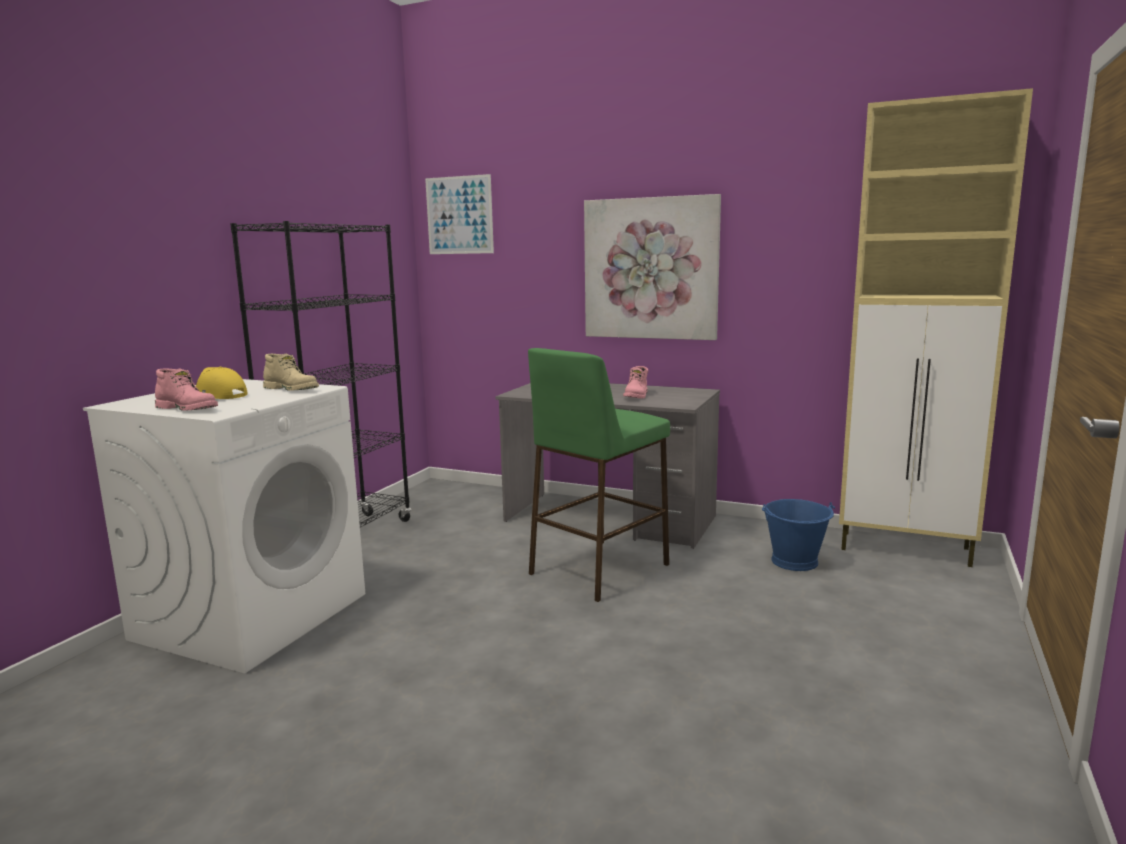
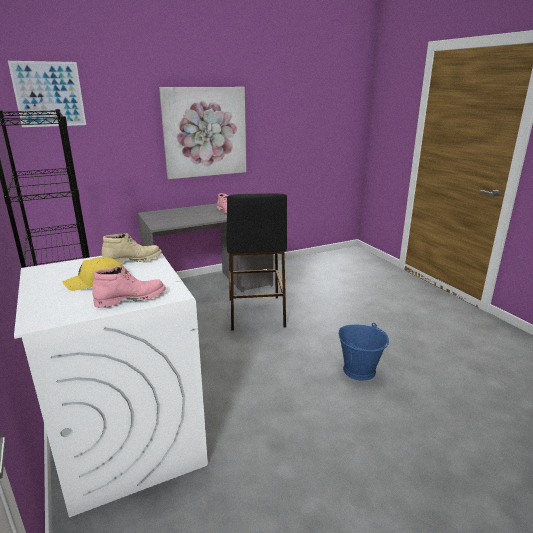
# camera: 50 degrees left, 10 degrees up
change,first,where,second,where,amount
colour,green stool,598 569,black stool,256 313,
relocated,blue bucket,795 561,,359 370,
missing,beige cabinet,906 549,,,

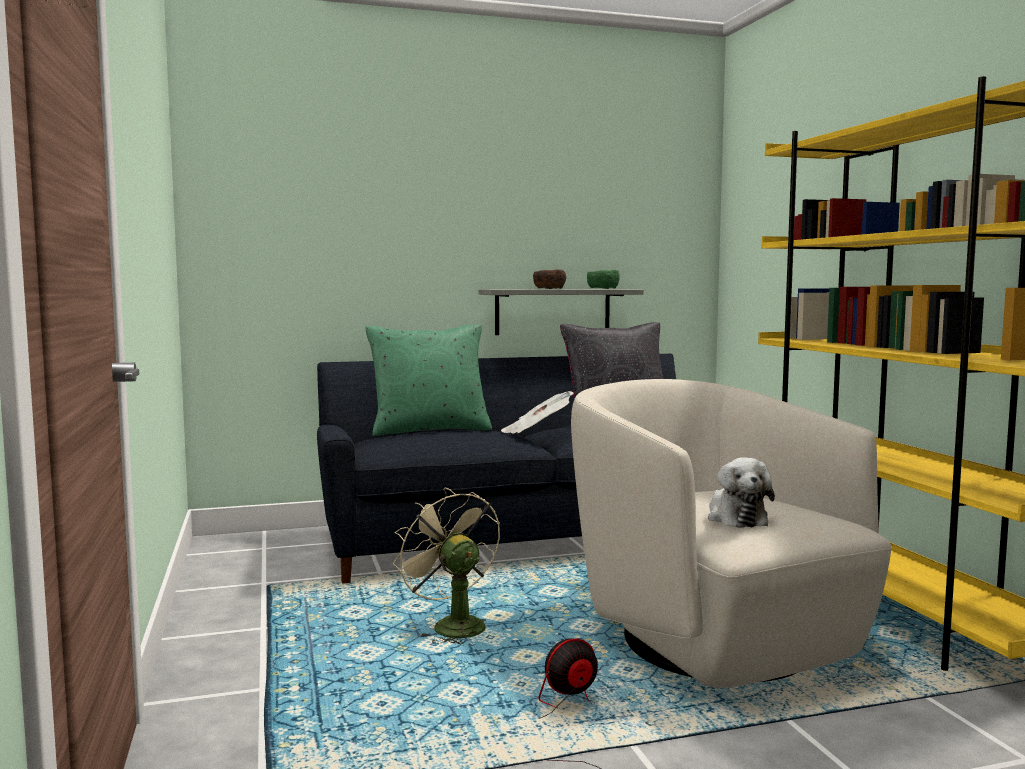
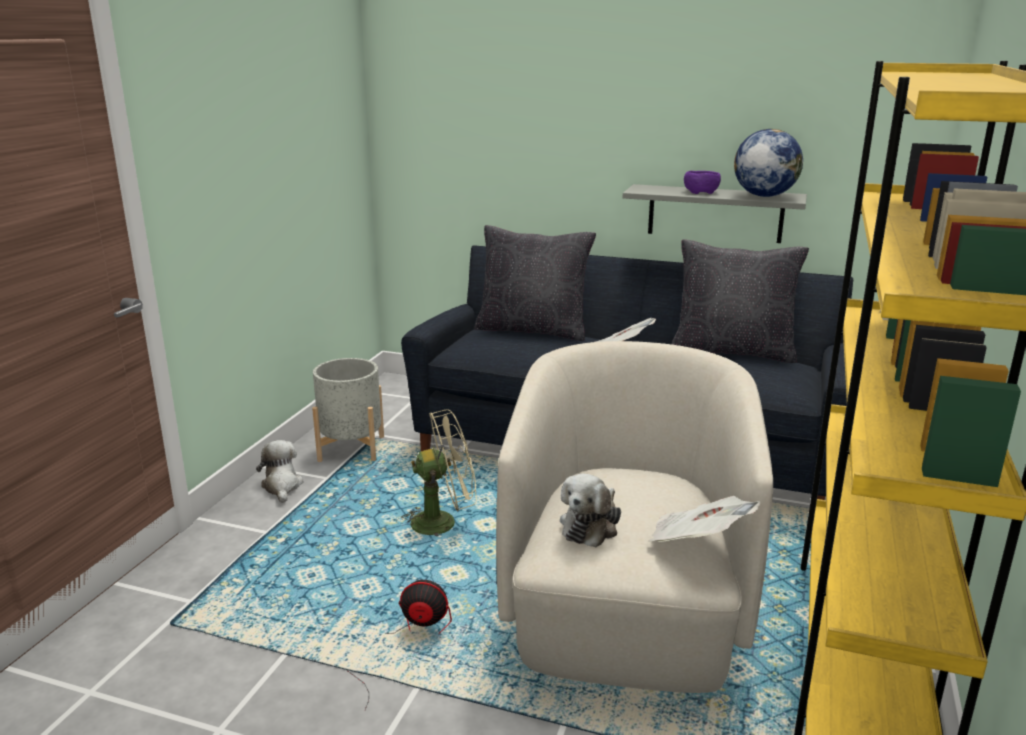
# camera: 35 degrees right, 15 degrees up
change,first,where,second,where,amount
appeared,,,plush toy,282 486,
appeared,,,grey planter,351 448,
spun,beige fan,451 625,,443 521,75 degrees clockwise
colour,green pillow,429 430,black pillow,533 330,
appeared,,,newspaper,698 542,
colour,brown bowl,548 288,purple bowl,700 191,
exchanged,green bowl,602 288,globe,764 196,

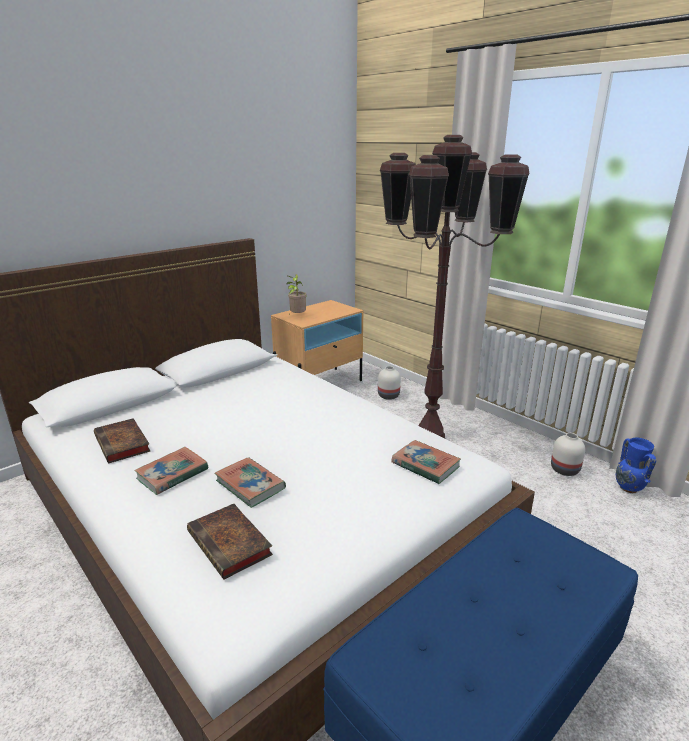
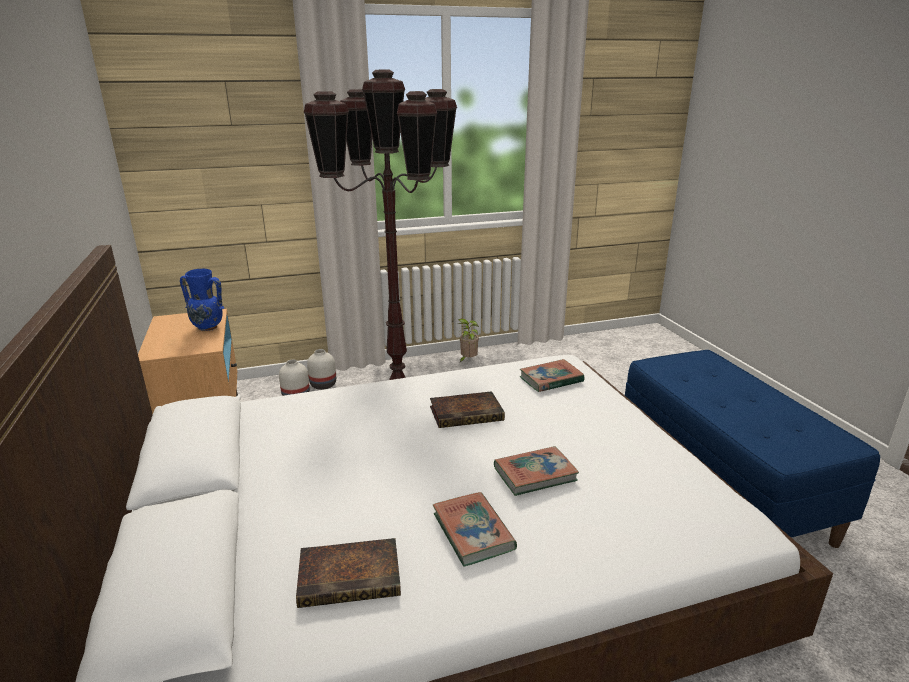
# camera: 65 degrees left, 0 degrees up
change,first,where,second,where,amount
relocated,blue vase,628 489,,208 328,
relocated,white vase,565 470,,323 385,
relocated,book,231 545,,468 413,
relocated,potted plant,297 316,,467 360,

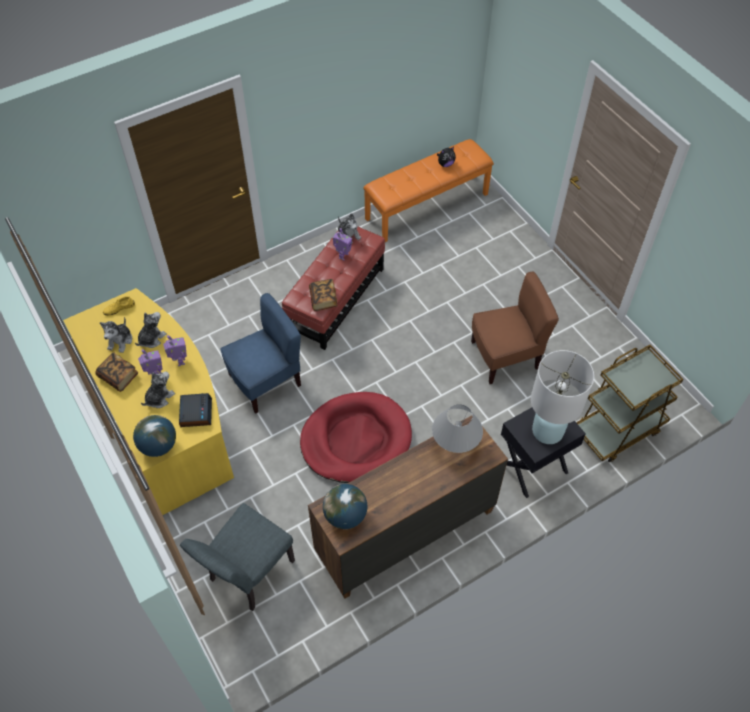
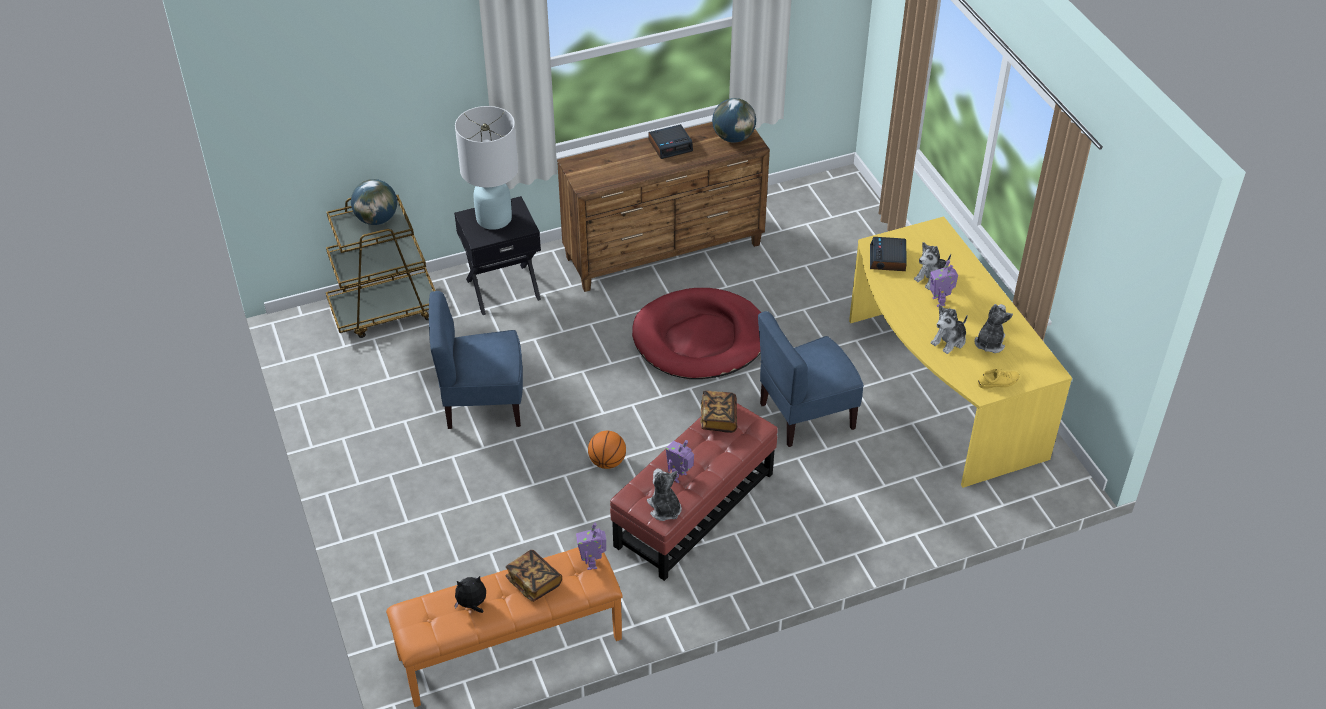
# camera: 170 degrees left, 10 degrees down
change,first,where,second,where,amount
relocated,globe,159 446,,376 219,
colour,brown chair,505 356,blue chair,482 403,
relocated,book,118 377,,534 582,
relocated,toy robot,179 361,,592 563,
appeared,,,basketball,607 462,
appeared,,,alarm clock,670 145,
missing,grey chair,247 575,,,
missing,grey table lamp,455 443,,,

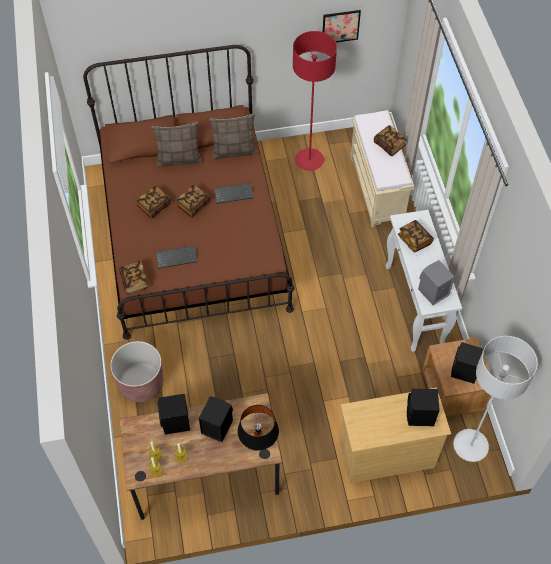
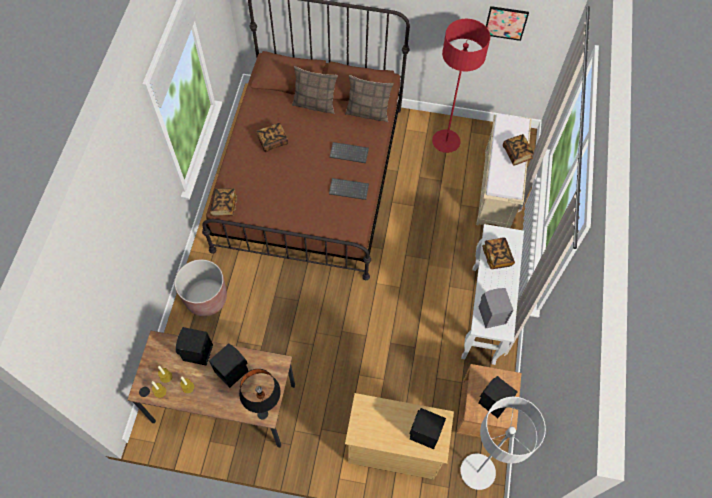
# camera: 20 degrees right, 5 degrees up
change,first,where,second,where,amount
relocated,keyboard,177 257,,349 189,
missing,book,193 205,,,

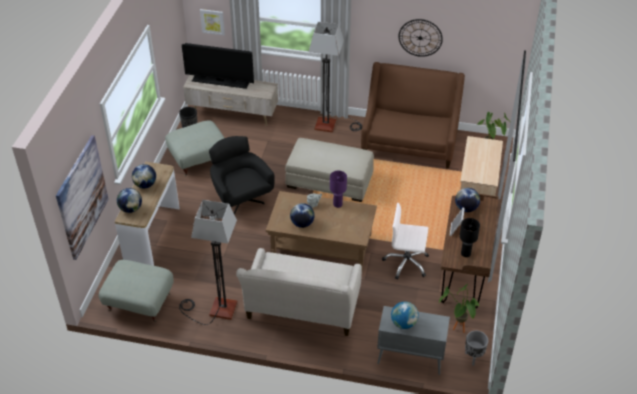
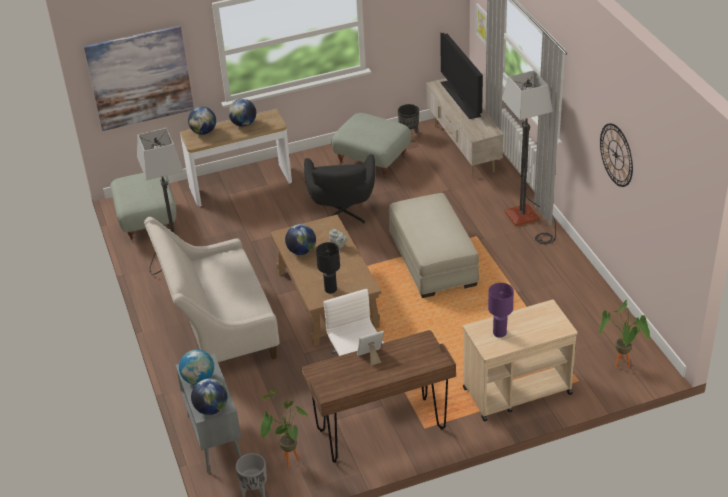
# camera: 60 degrees right, 5 degrees down
change,first,where,second,where,amount
relocated,globe,466 208,,211 409,
spun,black armchair,240 199,,342 213,150 degrees clockwise
relocated,black table lamp,465 253,,331 289,
relocated,purple table lamp,338 204,,500 333,
missing,brown sofa,409 144,,,

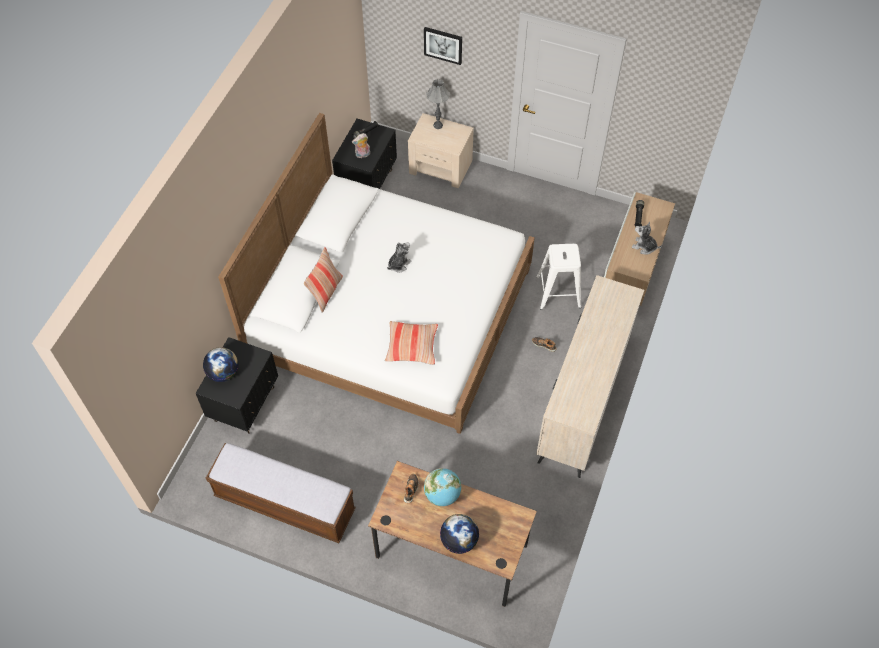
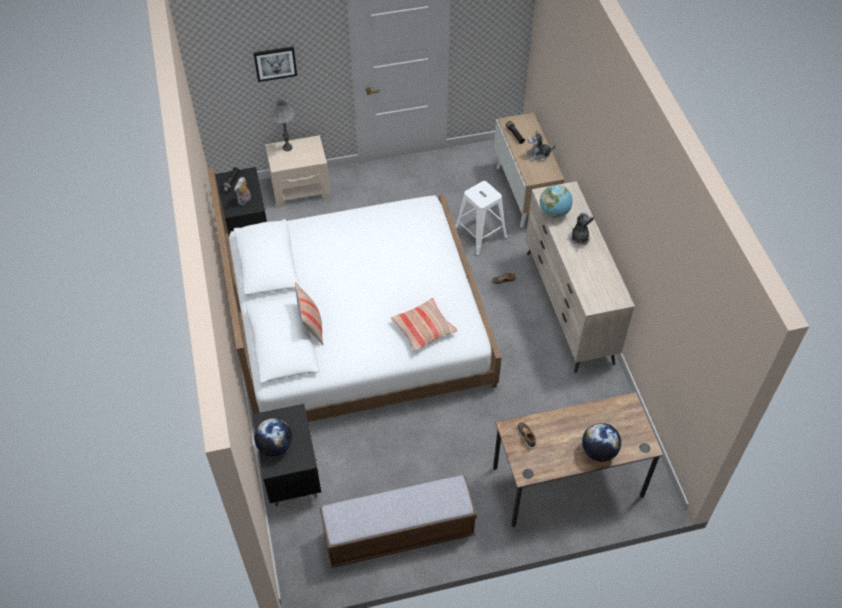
# camera: 35 degrees left, 5 degrees down
change,first,where,second,where,amount
relocated,globe,442 495,,554 212,
relocated,plush toy,398 264,,579 238,

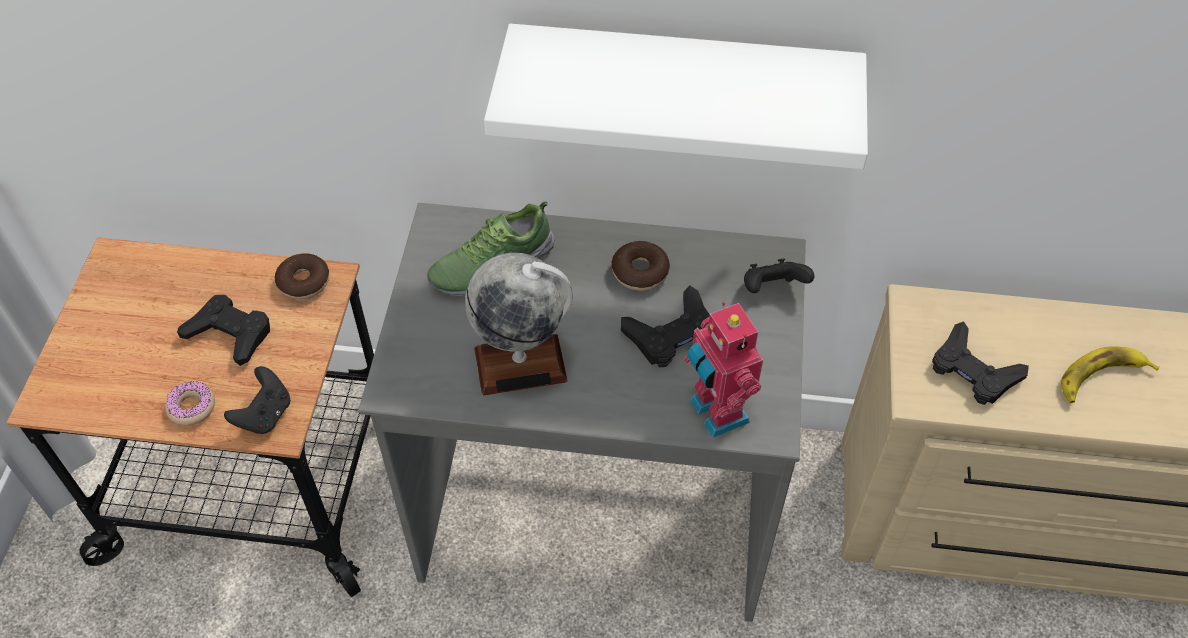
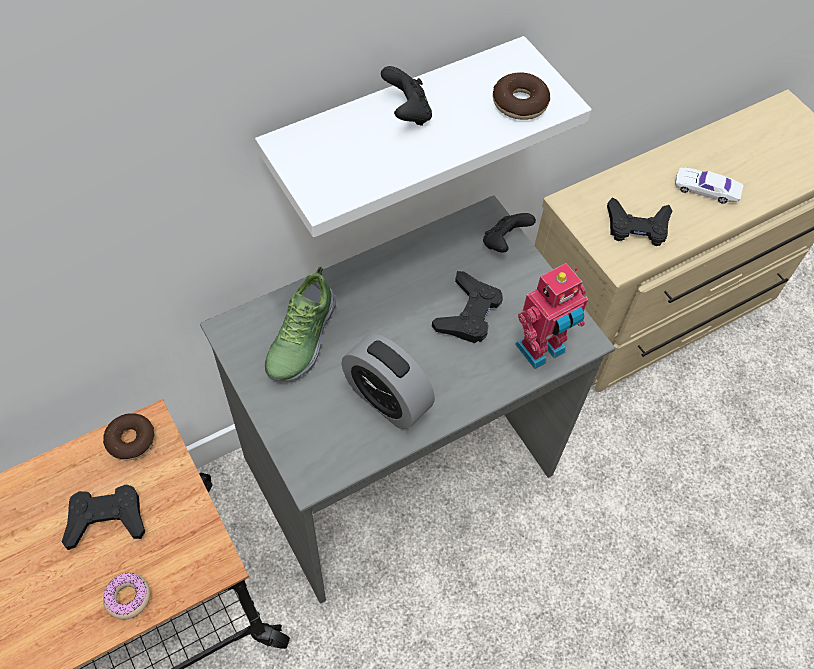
# camera: 40 degrees left, 5 degrees up
change,first,where,second,where,amount
exchanged,globe,520 364,alarm clock,387 399,
relocated,black game controller,265 415,,407 113,
relocated,donut,640 272,,519 103,
spun,toy robot,715 413,,542 350,60 degrees counterclockwise
exchanged,banana,1100 378,white toy car,706 189,

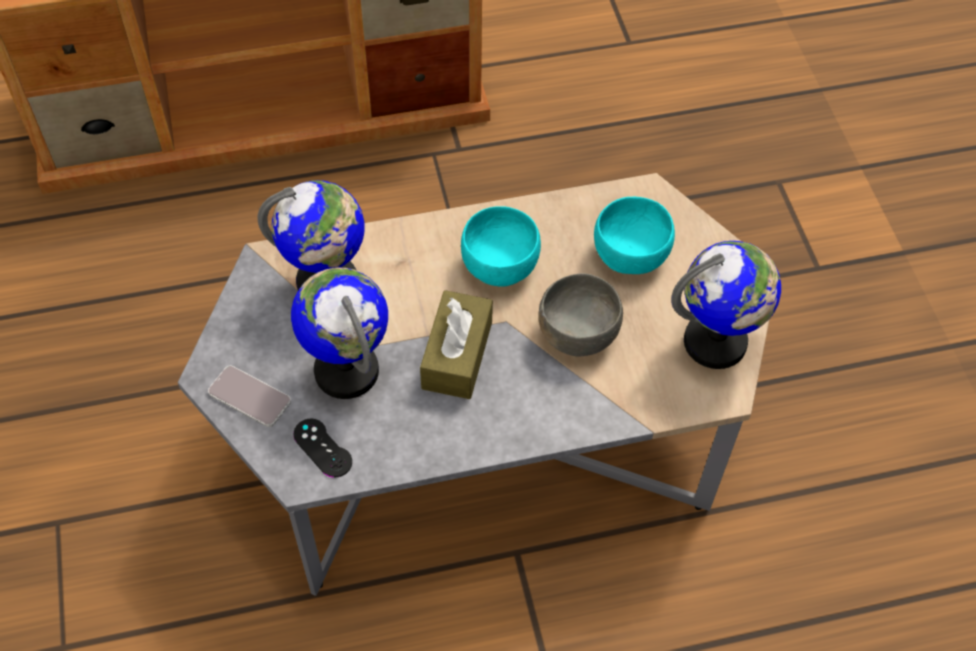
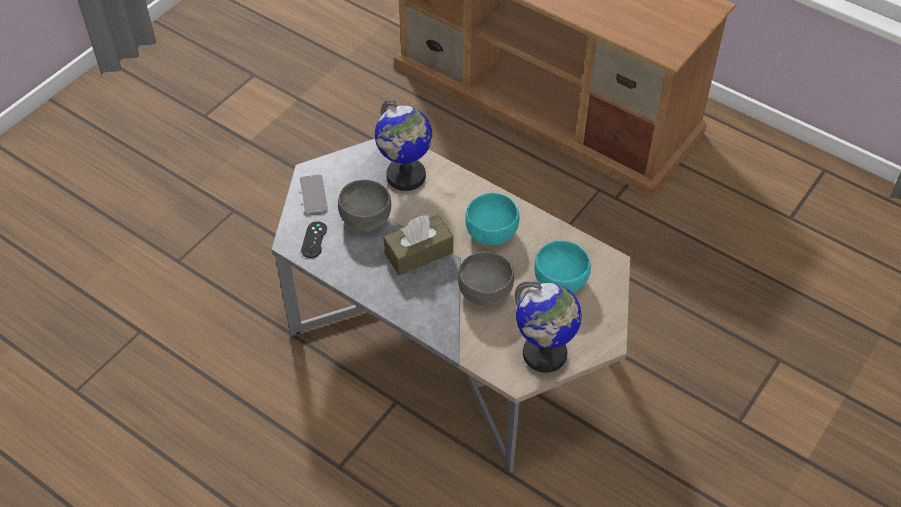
# camera: 50 degrees right, 5 degrees down
change,first,where,second,where,amount
exchanged,globe,347 370,grey bowl,365 218,

